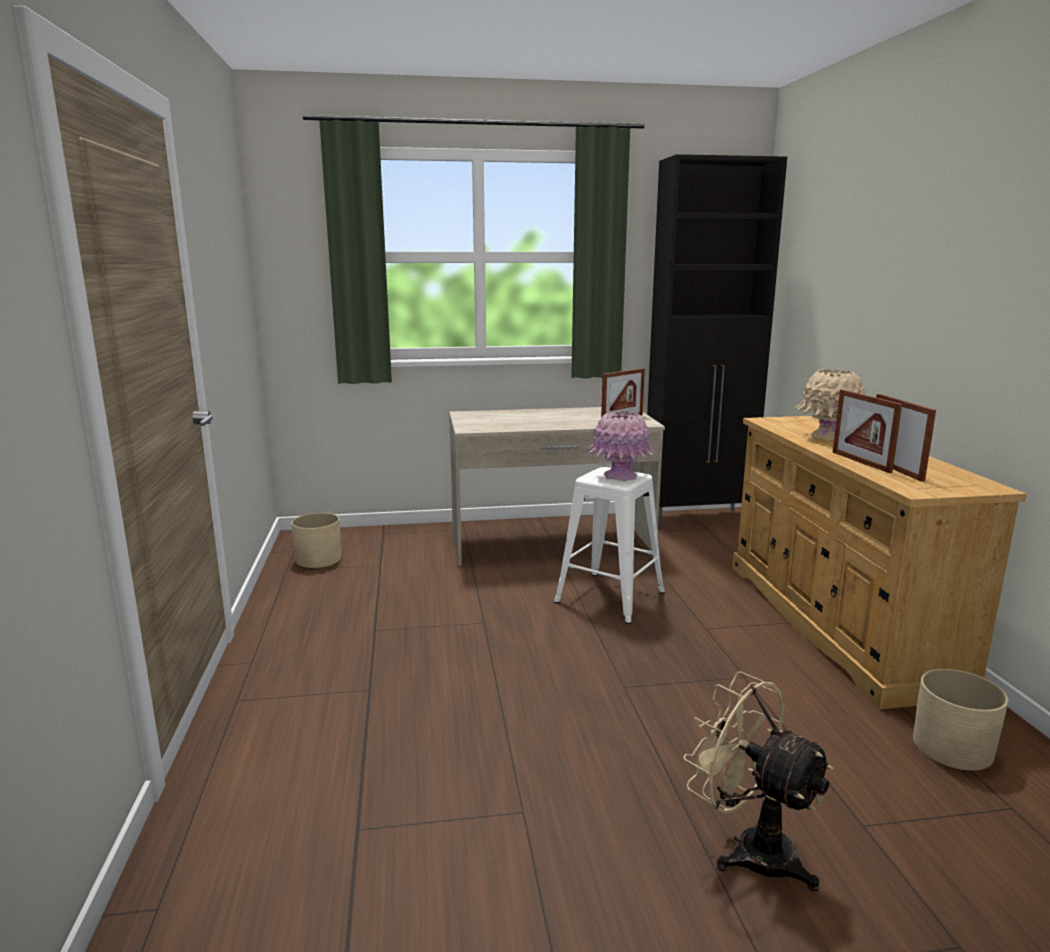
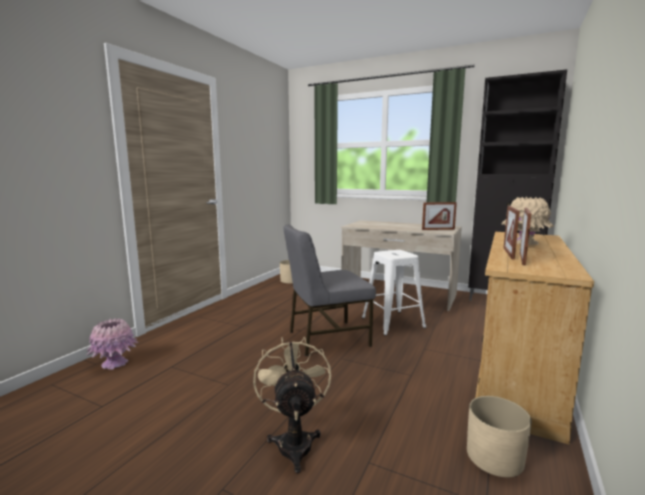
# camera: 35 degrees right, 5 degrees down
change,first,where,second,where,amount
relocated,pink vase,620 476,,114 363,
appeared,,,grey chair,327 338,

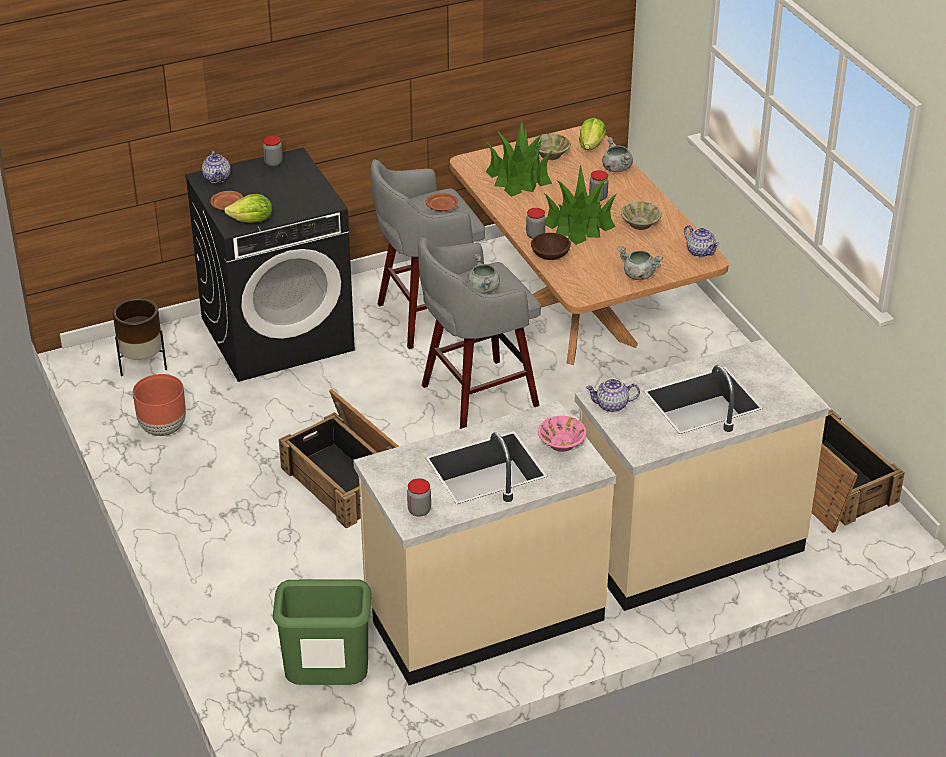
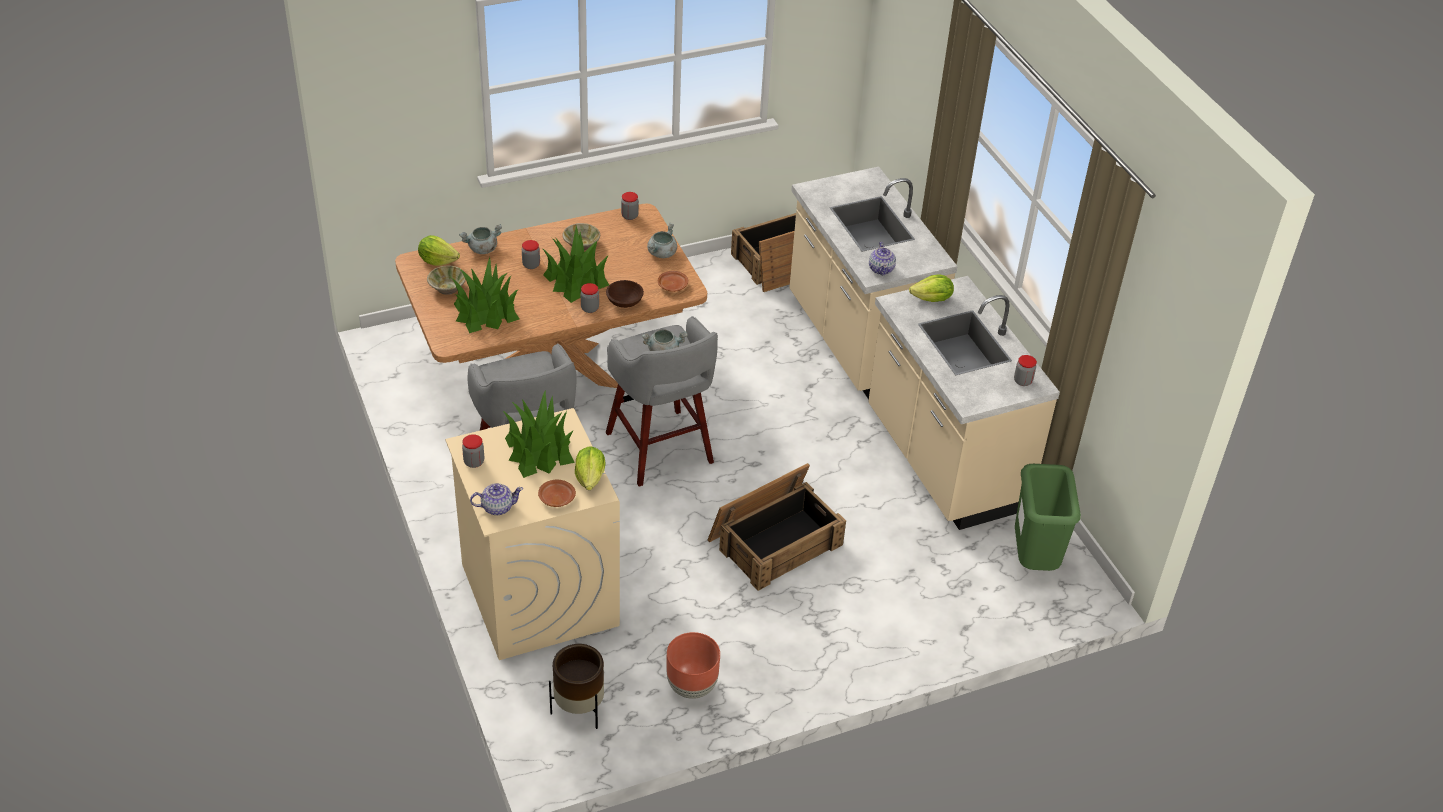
# camera: 90 degrees left, 5 degrees up
change,first,where,second,where,amount
colour,black washing machine,278 333,beige washing machine,538 594,
appeared,,,potted plant,539 450,
exchanged,teapot,700 251,jar,629 216,
relocated,brown plate,442 207,,672 285,
exchanged,pink bowl,561 444,lettuce,932 299,

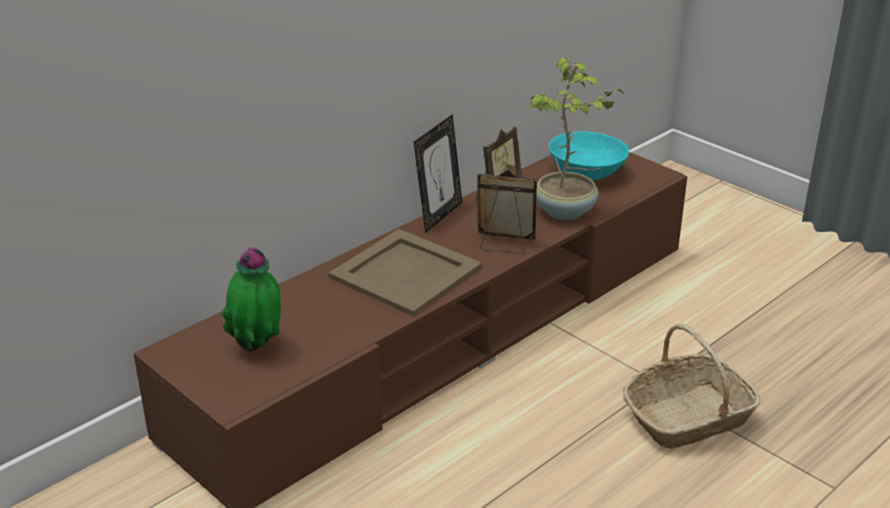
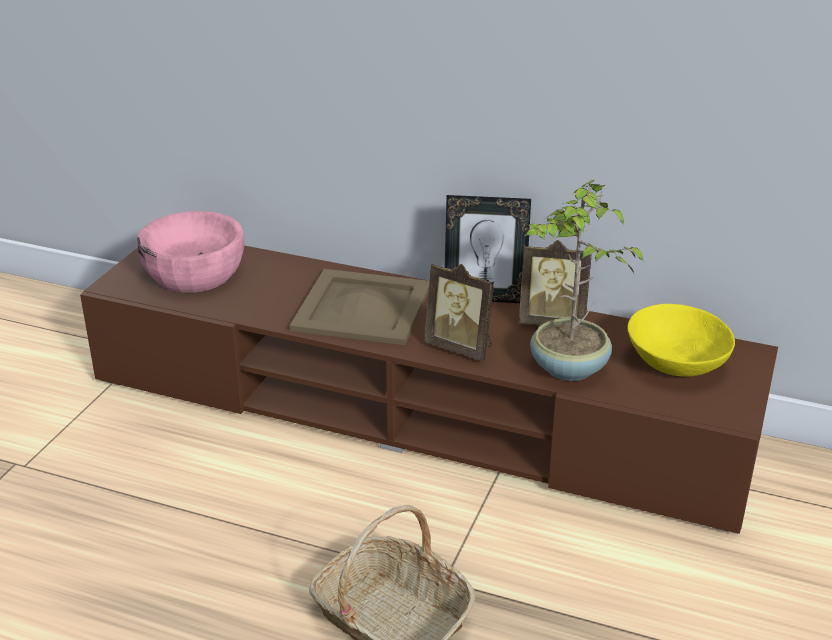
# camera: 65 degrees right, 0 degrees up
change,first,where,second,where,amount
exchanged,potted plant,258 348,pink bowl,194 274,
spun,picture frame,504 244,,461 347,135 degrees clockwise
colour,turquoise bowl,586 173,yellow bowl,674 363,

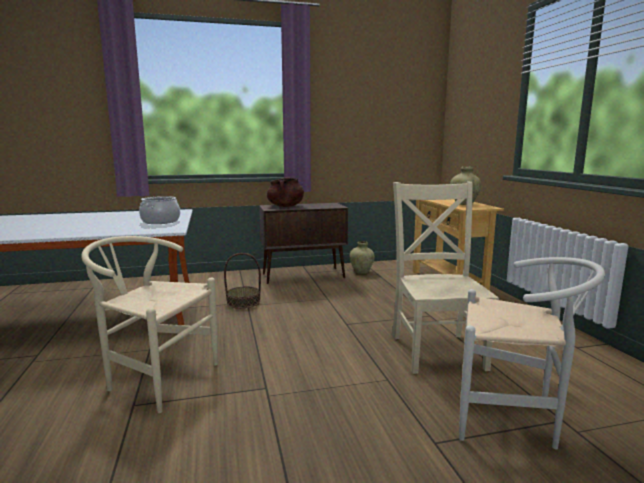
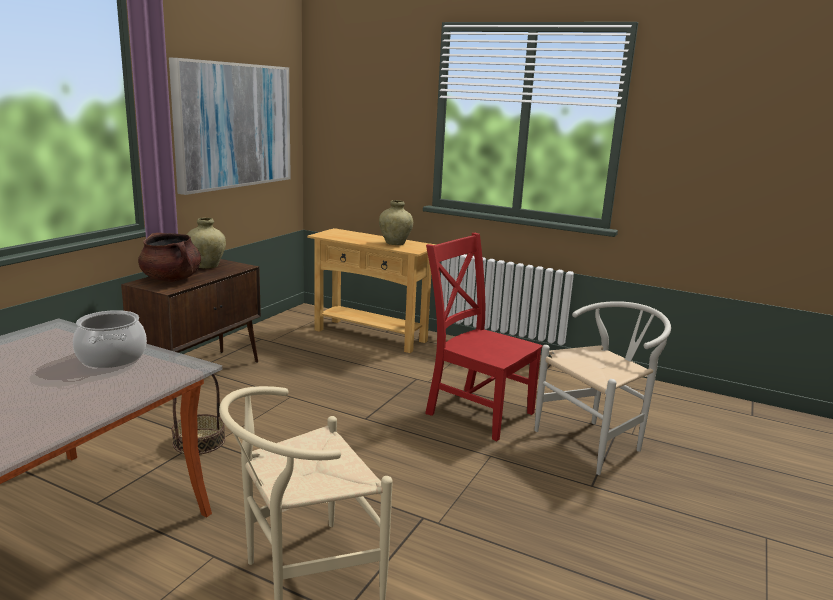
# camera: 50 degrees left, 5 degrees up
change,first,where,second,where,amount
appeared,,,picture,233 125,
relocated,beige vase,361 272,,207 266,
colour,beige chair,436 350,red chair,476 411,

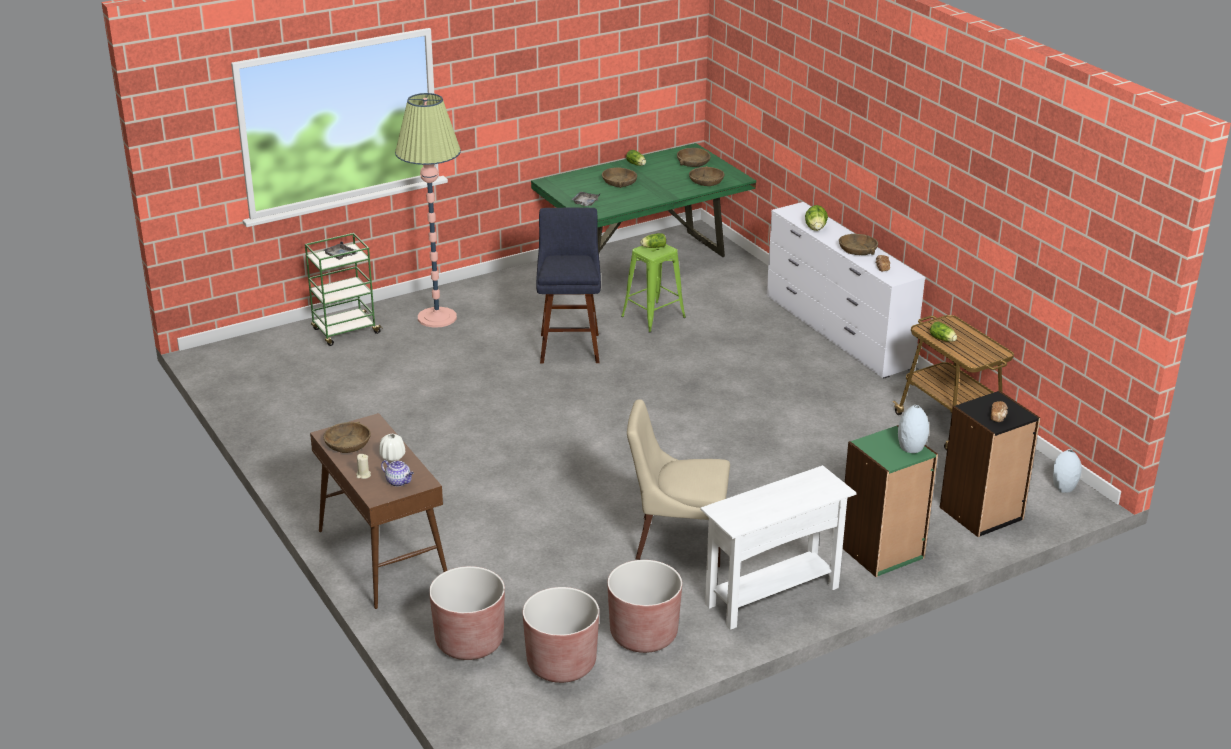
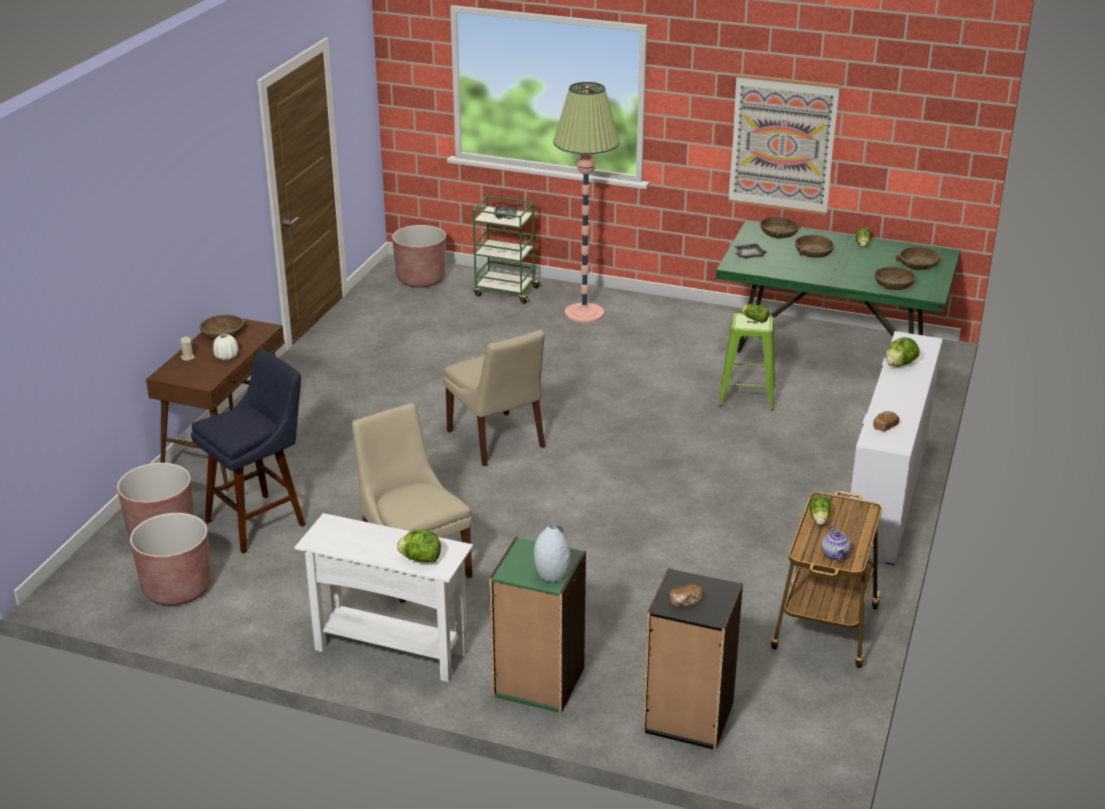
# camera: 50 degrees right, 0 degrees up
change,first,where,second,where,amount
relocated,blue stool,569 345,,260 521,
relocated,brown planter,643 635,,421 279,
appeared,,,lettuce,420 559,
appeared,,,beige chair,497 441,
appeared,,,picture,782 144,
relocated,brown bowl,858 250,,778 233,
relocated,teapot,399 482,,835 555,
missing,grey vase,1063 487,,,

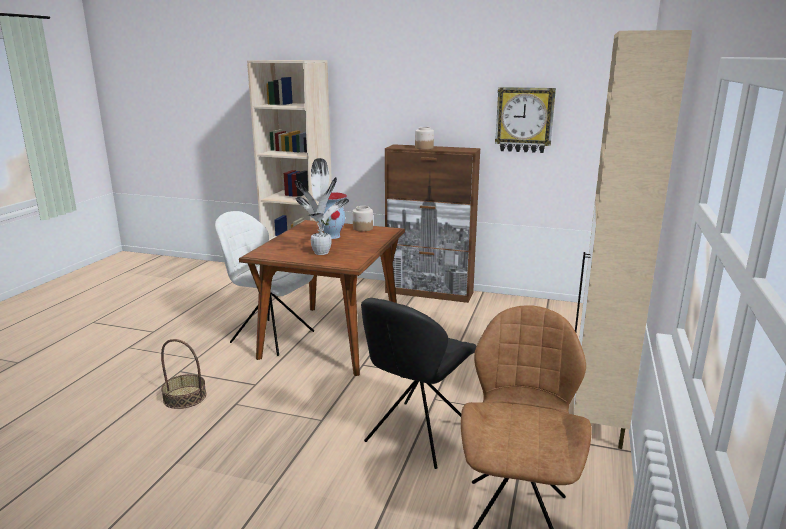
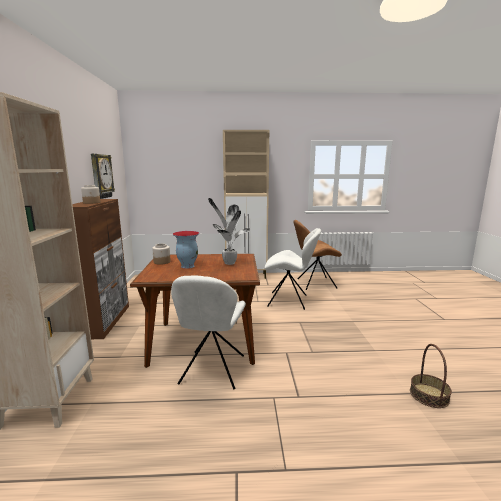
# camera: 110 degrees left, 5 degrees down
change,first,where,second,where,amount
colour,black chair,416 436,white chair,289 301,
relocated,basket,185 397,,429 395,

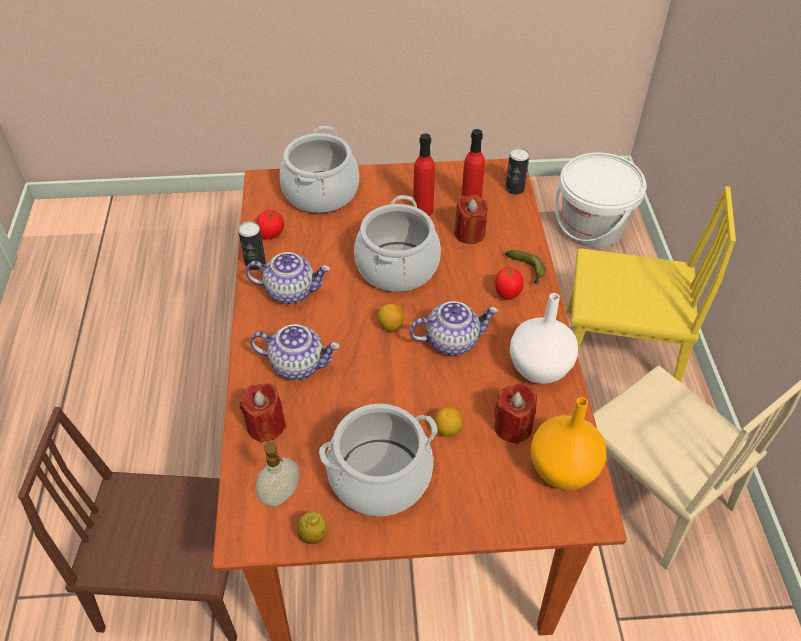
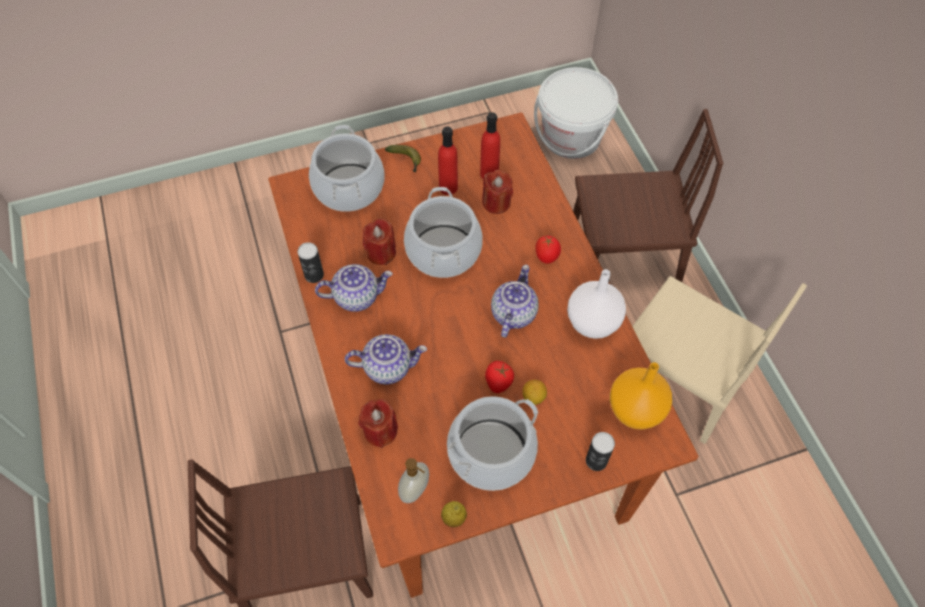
# camera: 15 degrees left, 10 degrees up
change,first,where,second,where,amount
relocated,red candle,513 427,,381 253,
relocated,banana,527 270,,406 160,
relocated,tomato,271 233,,498 382,
spun,teapot,452 341,,513 313,45 degrees counterclockwise
colour,yellow chair,618 350,brown chair,623 255,
relocated,can,514 188,,596 460,
missing,lemon,390 326,,,

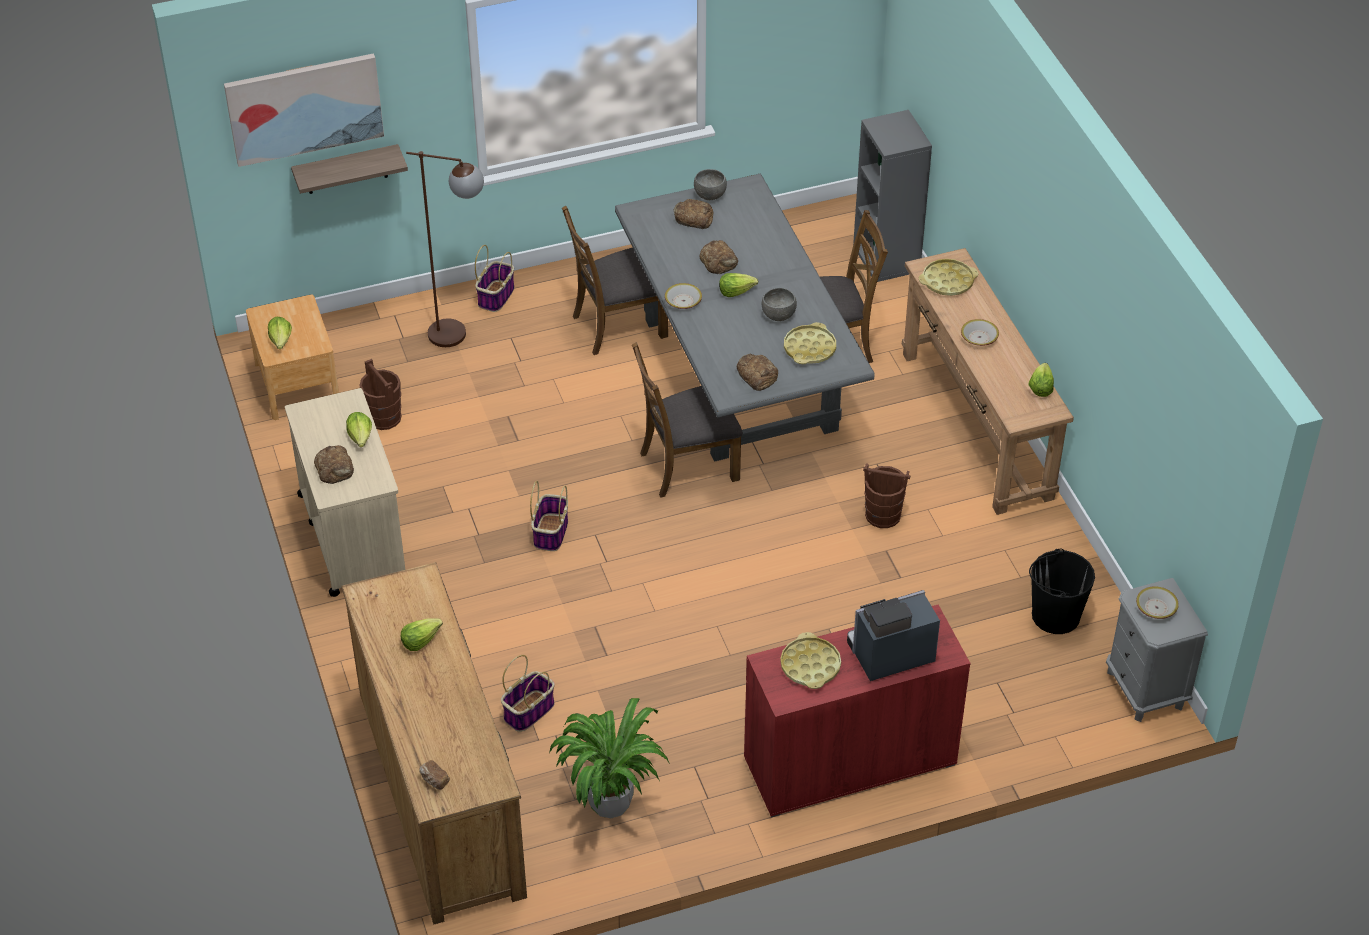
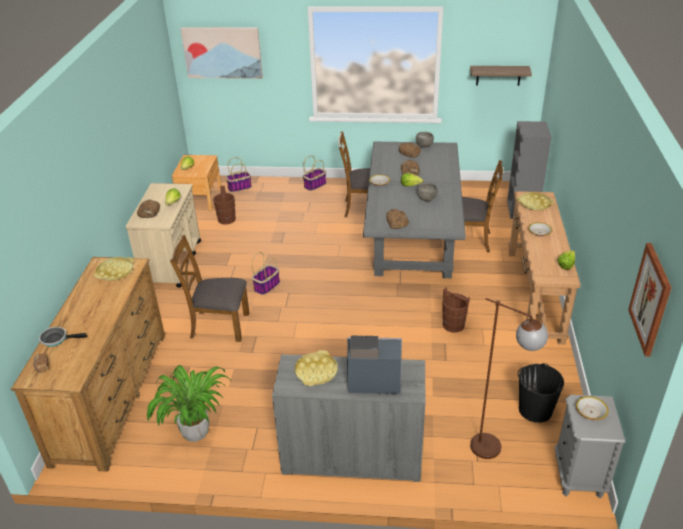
# camera: 25 degrees right, 10 degrees down
change,first,where,second,where,amount
appeared,,,frying pan,57 339,
relocated,yellow tray,809 348,,115 272,
relocated,brown chair,688 465,,219 325,
relocated,basket,529 711,,239 187,
colour,red cabinet,849 761,grey cabinet,352 456,
relocated,shelf,346 170,,498 75,
relocated,brown floor lamp,460 336,,495 451,
appeared,,,picture,650 299,
missing,lettuce,420 640,,,

